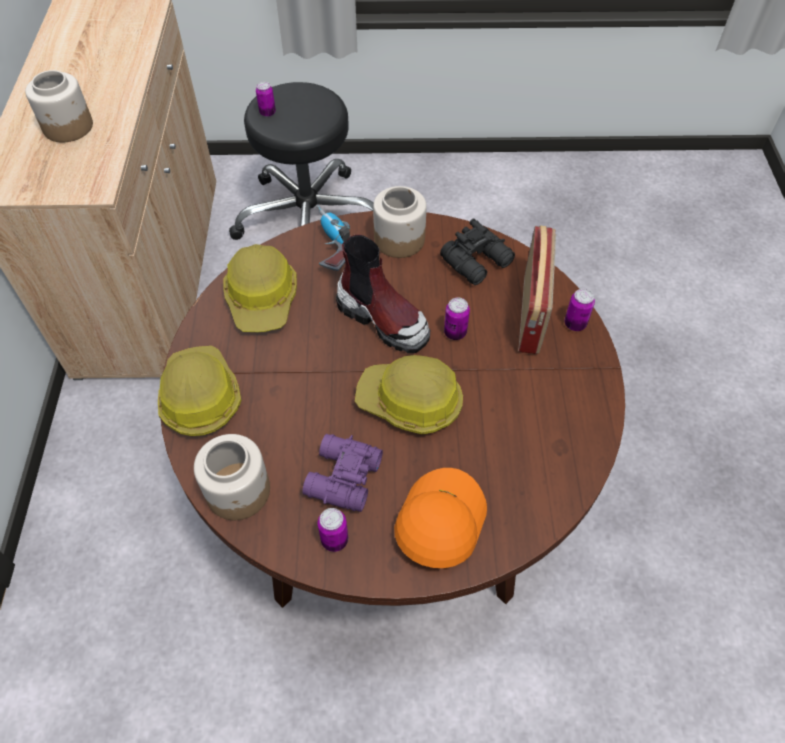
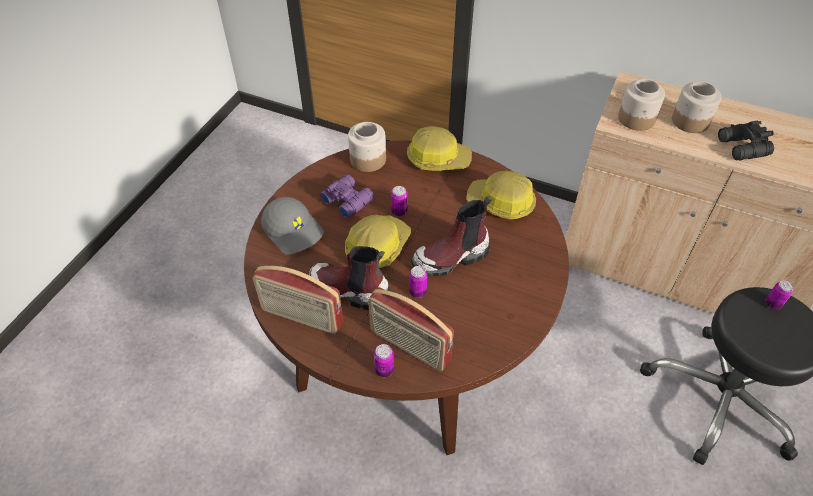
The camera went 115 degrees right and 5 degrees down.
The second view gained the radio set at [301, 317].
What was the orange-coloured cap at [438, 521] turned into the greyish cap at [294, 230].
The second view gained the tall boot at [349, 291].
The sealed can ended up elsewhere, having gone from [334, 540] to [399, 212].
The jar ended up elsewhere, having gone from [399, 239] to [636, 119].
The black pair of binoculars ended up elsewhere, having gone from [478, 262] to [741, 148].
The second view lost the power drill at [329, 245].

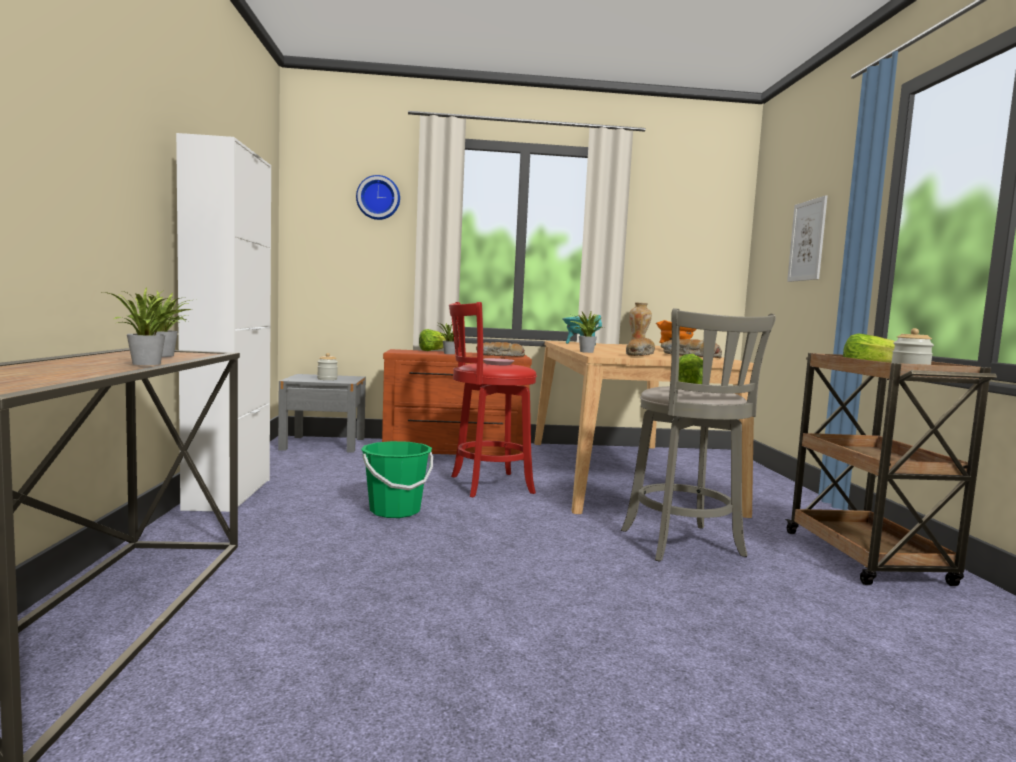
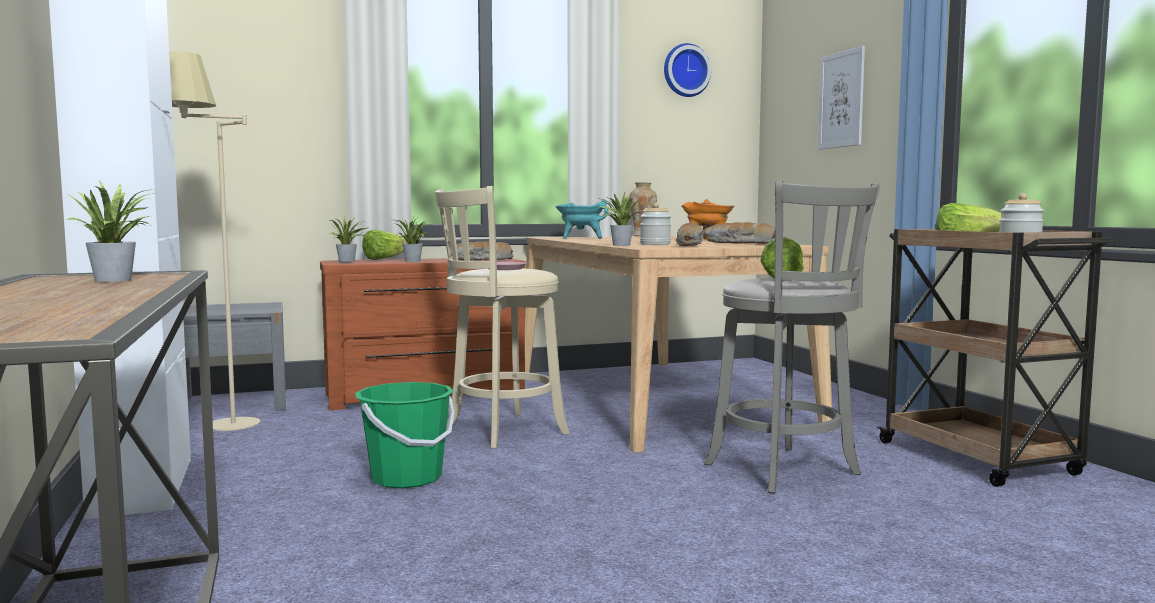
The camera went 15 degrees left and 0 degrees up.
The second view gained the beige-coloured standard lamp at [217, 430].
The plant in a pot ended up elsewhere, having gone from [148, 364] to [348, 262].
What was the red stool at [486, 485] turned into the beige-coloured stool at [500, 431].
The jar ended up elsewhere, having gone from [327, 379] to [655, 244].
The hanging clock ended up elsewhere, having gone from [378, 198] to [685, 71].

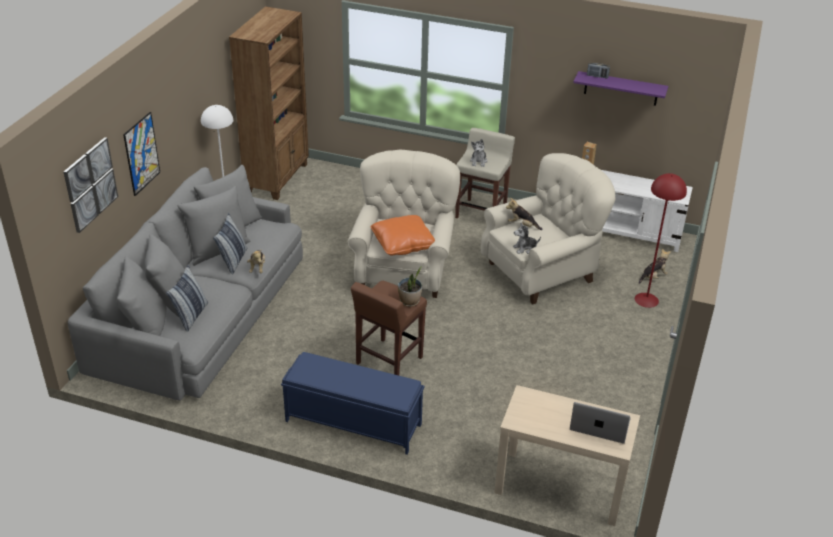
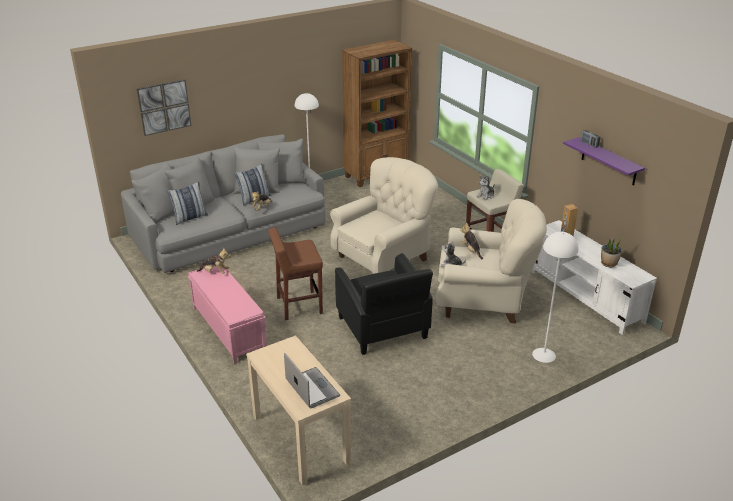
The camera went 40 degrees right and 5 degrees down.
What was the bluish long seat at [352, 422] turned into the pink-coloured long seat at [228, 329].
The cuddly toy ended up elsewhere, having gone from [653, 277] to [215, 272].
The second view gained the black armchair at [382, 328].
What was the red standard lamp at [646, 300] turned into the white standard lamp at [544, 355].
The plant in a pot ended up elsewhere, having gone from [409, 301] to [609, 264].
The second view lost the picture at [141, 153].
The second view lost the orange-coloured pillow at [403, 244].

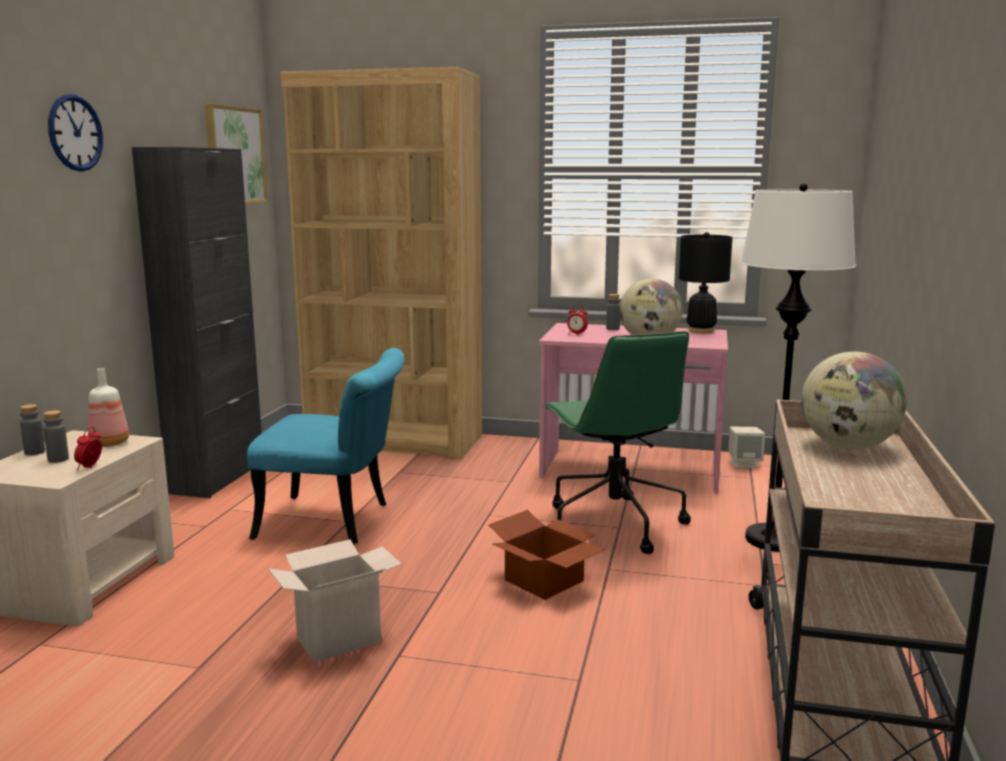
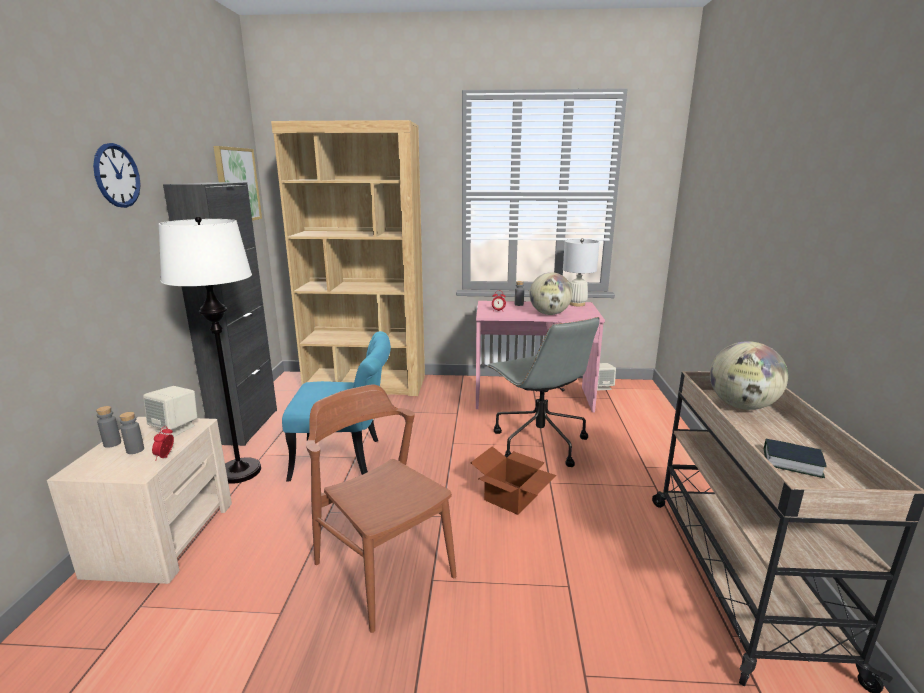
The camera went 10 degrees left and 5 degrees up.
Where the drink bottle stood at [111, 443], the beige-coloured audio speaker came to stand at [176, 428].
The white standard lamp ended up elsewhere, having gone from [773, 540] to [239, 472].
Where the carton stood at [340, 639], the brown-coloured chair came to stand at [383, 569].
What was the green desk chair at [613, 523] turned into the greyish desk chair at [538, 442].
What was the black tabletop lamp at [701, 331] turned into the white tabletop lamp at [577, 304].
The second view gained the book at [792, 463].

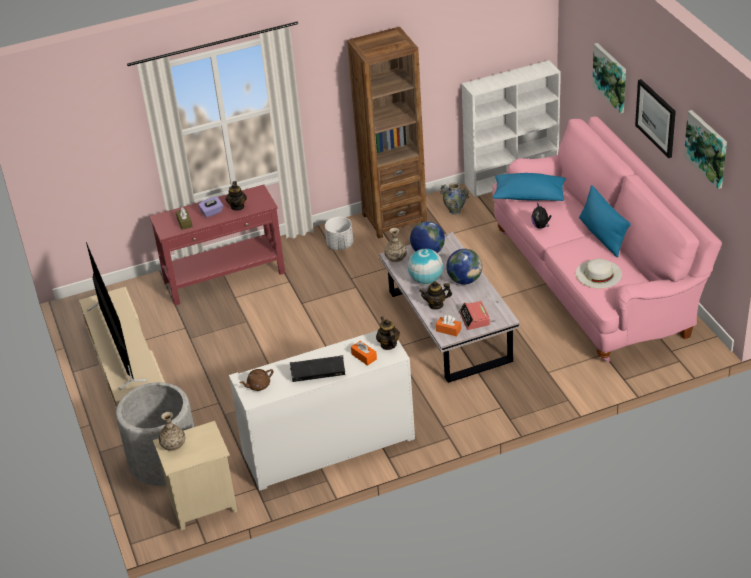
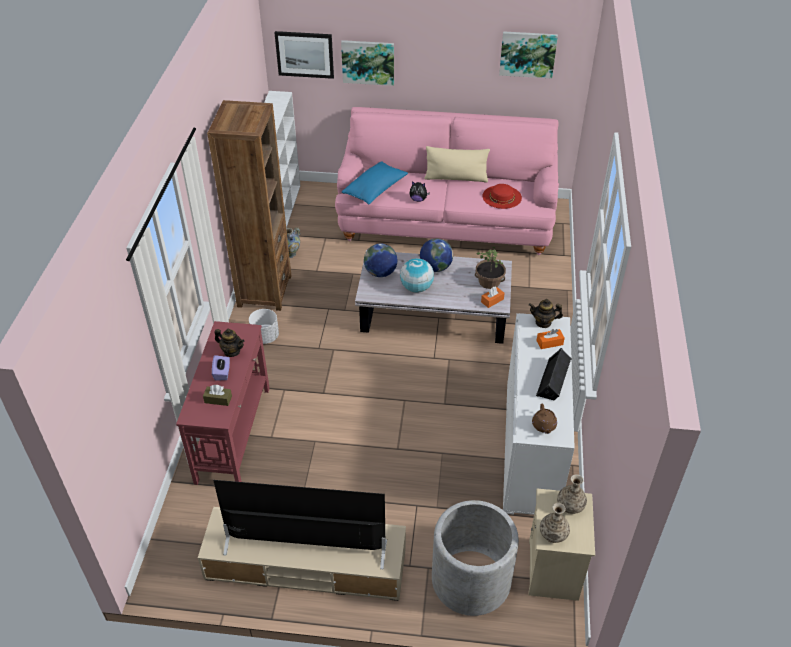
The camera went 65 degrees left and 5 degrees up.
The picture ended up elsewhere, having gone from [656, 118] to [304, 54].
What was the bluish pillow at [602, 236] turned into the beige-coloured pillow at [456, 178].
Where the table clock stood at [474, 319], the plant in a pot came to stand at [489, 281].
What was the white clothing hat at [598, 274] turned into the red clothing hat at [502, 197].
The vase ended up elsewhere, having gone from [396, 257] to [570, 505].
The second view lost the pot for tea at [436, 304].

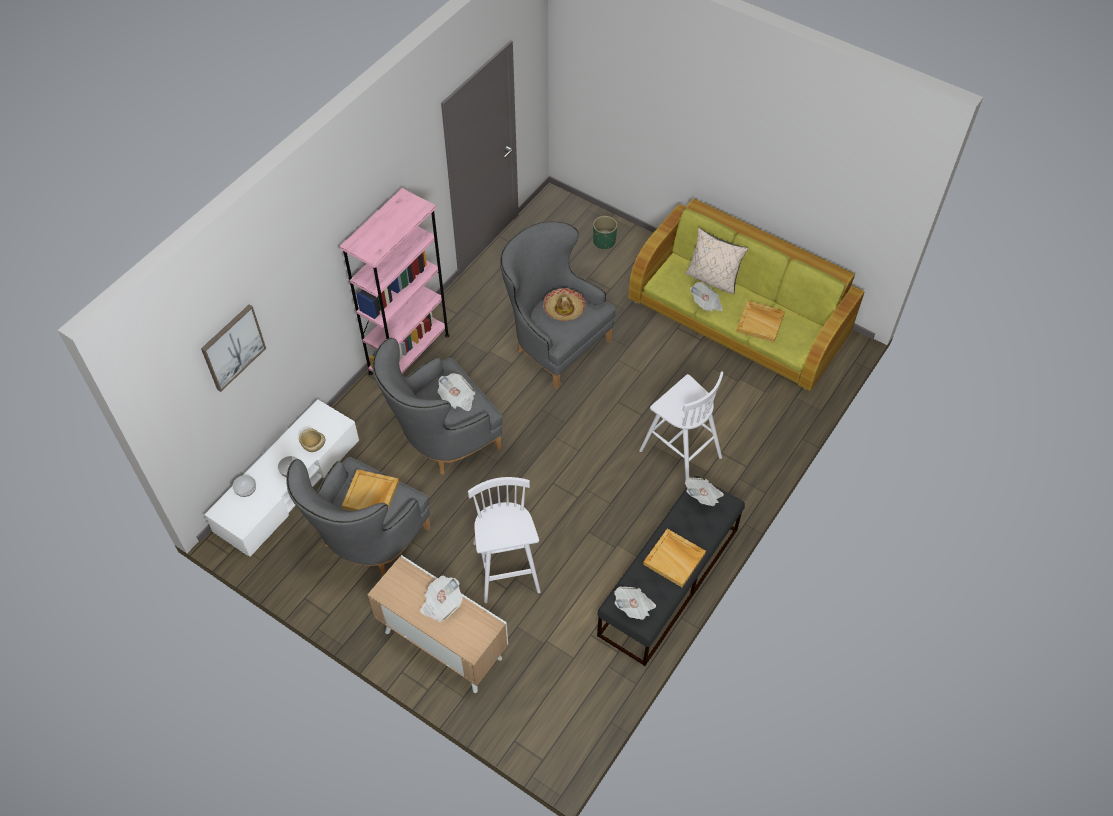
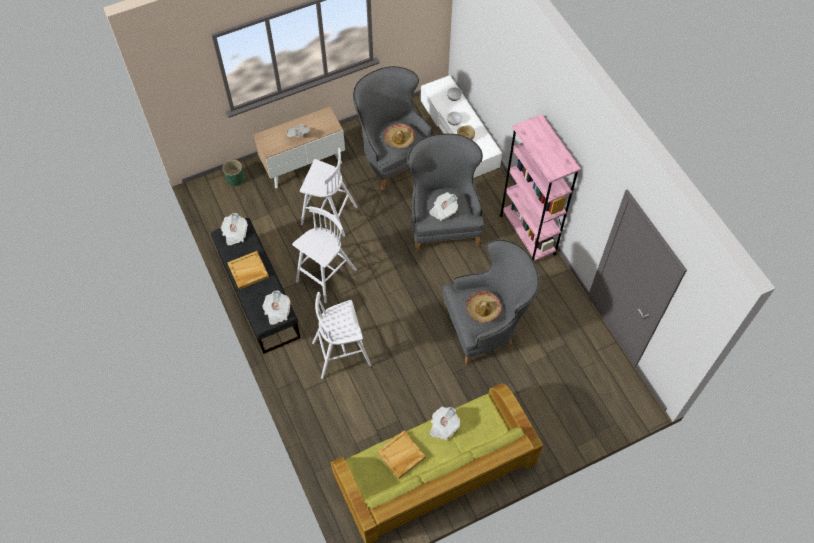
The camera went 120 degrees right and 5 degrees up.
The green plant pot ended up elsewhere, having gone from [604, 242] to [235, 179].
The second view gained the white stool at [325, 277].
Where the beige-coloured carrying tray stood at [371, 495], the clothing hat came to stand at [399, 139].
The second view lost the picture at [232, 347].
The second view lost the beige-coloured pillow at [712, 279].

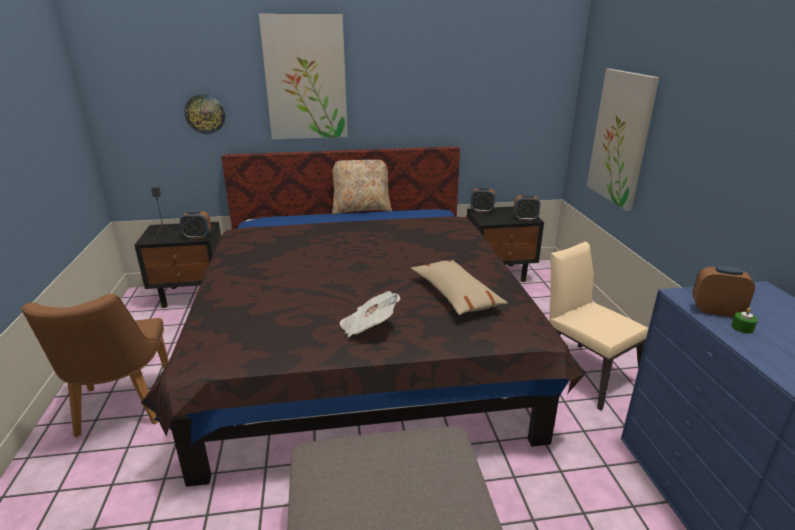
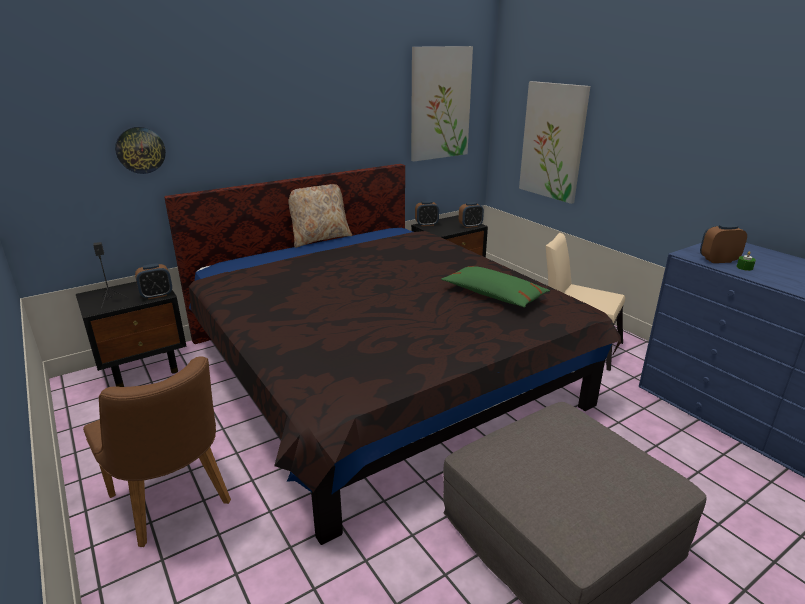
The camera went 25 degrees left and 0 degrees up.
The picture ended up elsewhere, having gone from [305, 78] to [440, 104].
What was the beige-coloured pillow at [455, 295] turned into the green pillow at [493, 295].
The second view lost the daily paper at [368, 327].

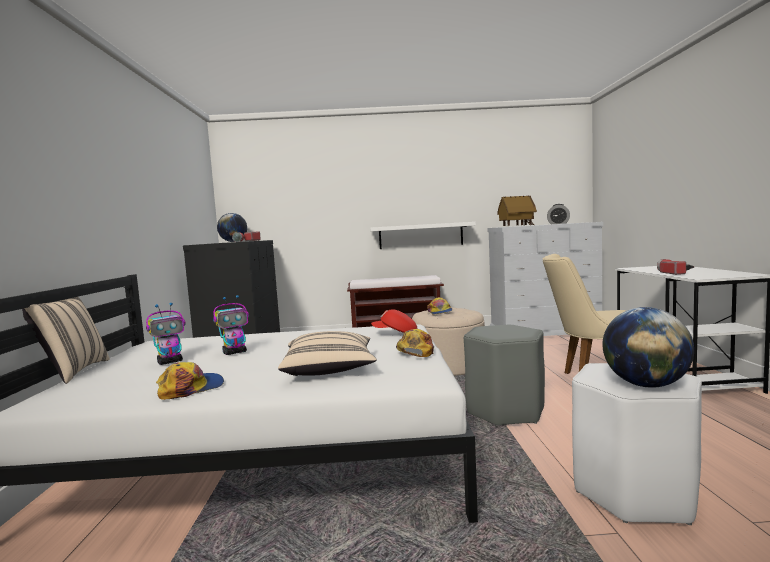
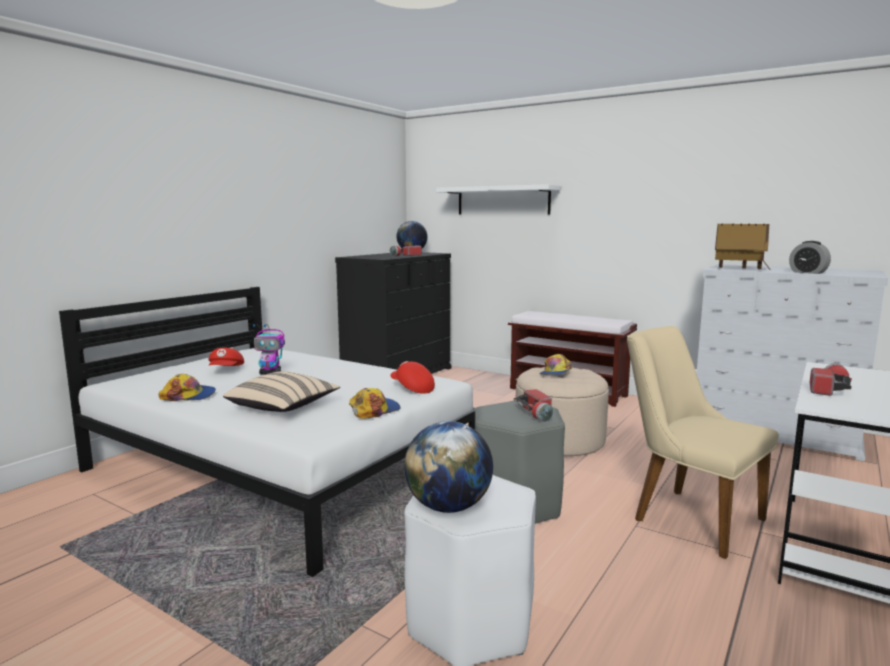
The camera went 35 degrees right and 5 degrees up.
Where the robot figure stood at [170, 362], the red cap came to stand at [226, 370].
The white bracket shelf ended up elsewhere, having gone from [421, 236] to [503, 200].
The second view gained the flashlight at [536, 413].
The second view lost the beige-coloured pillow at [73, 372].

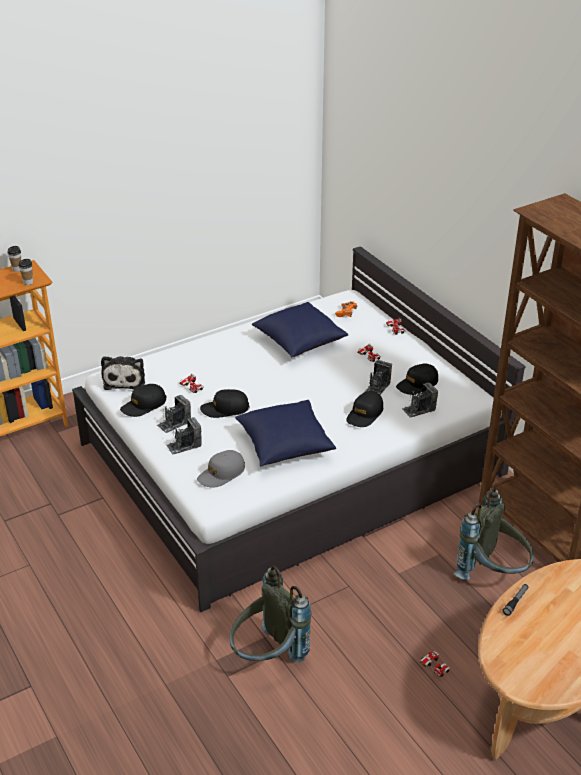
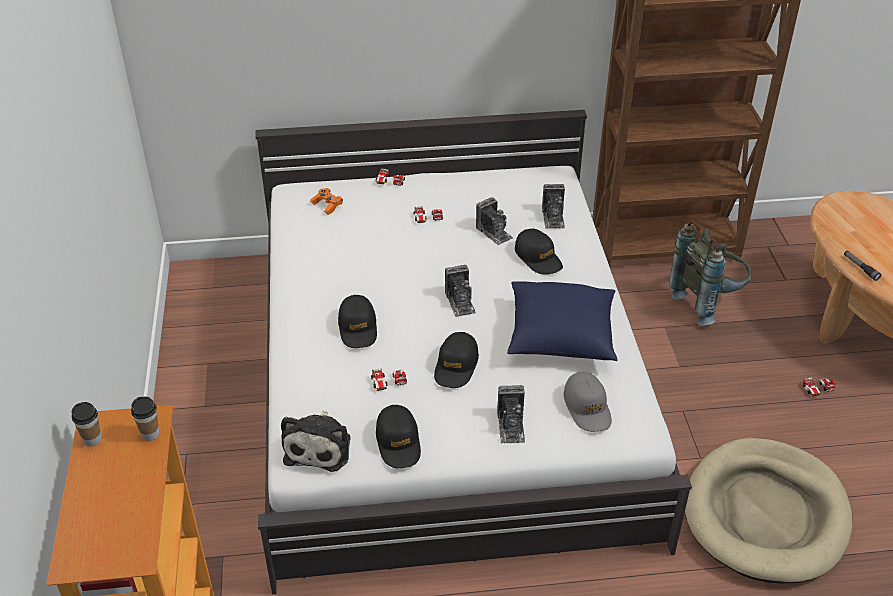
The camera went 65 degrees left and 5 degrees up.
The cuddly toy at [125, 379] ended up facing another way, 75 degrees clockwise from before.
The black cap ended up elsewhere, having gone from [417, 384] to [358, 328].
The still camera ended up elsewhere, having gone from [174, 423] to [460, 302].
Where the greyish knapsack stood at [268, 656], the beige-coloured dog cushion came to stand at [765, 514].
The second view lost the bluish pillow at [299, 342].

